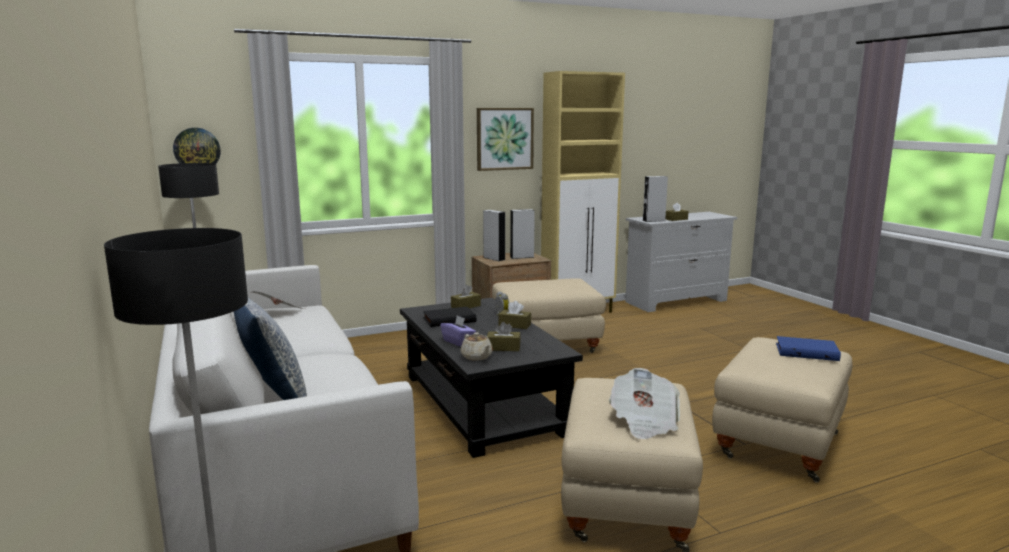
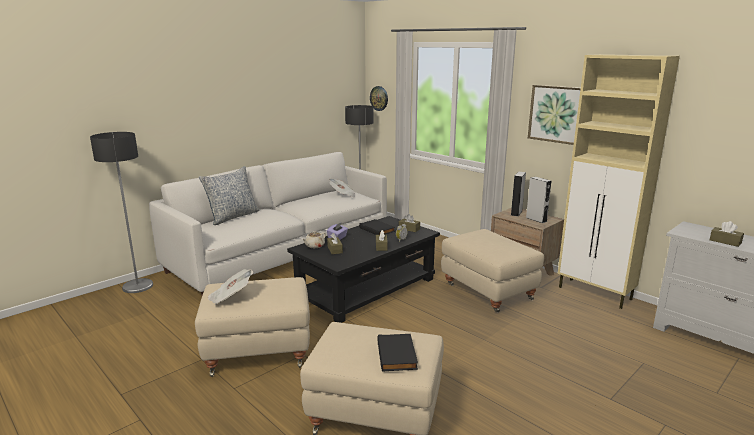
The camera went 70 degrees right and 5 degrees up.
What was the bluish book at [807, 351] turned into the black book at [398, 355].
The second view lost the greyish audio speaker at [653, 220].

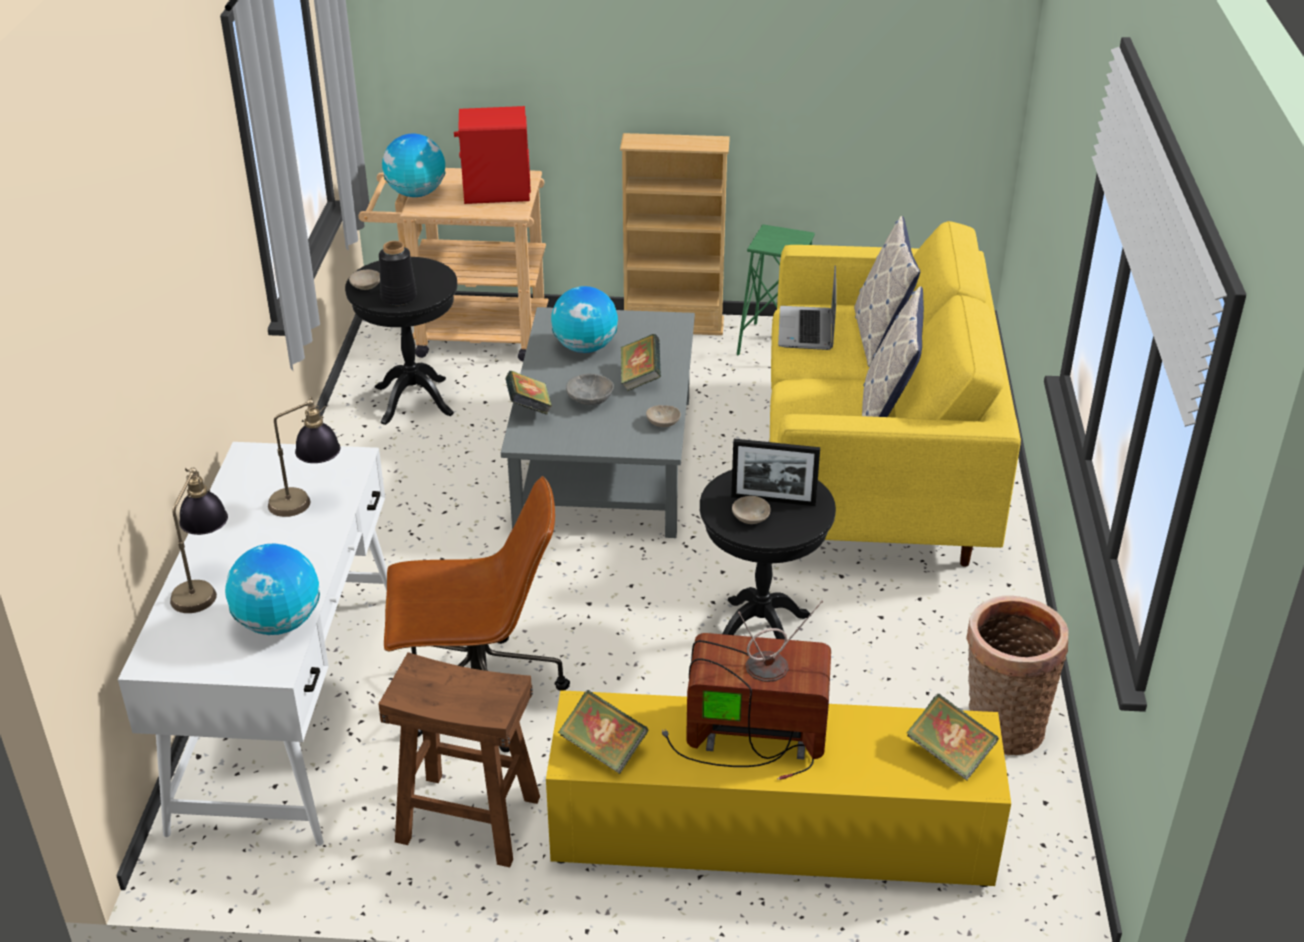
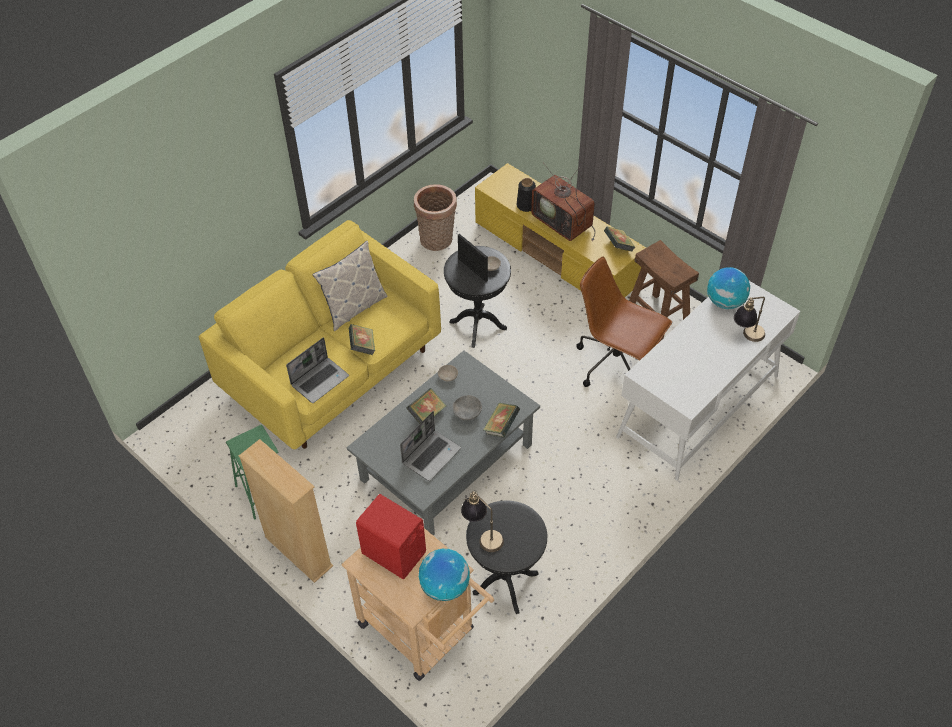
The camera went 140 degrees left and 15 degrees up.
The book ended up elsewhere, having gone from [949, 754] to [362, 346].
Where the desk globe stood at [585, 348], the portable computer came to stand at [431, 455].
The tabletop lamp ended up elsewhere, having gone from [308, 503] to [482, 535].
The black vase ended up elsewhere, having gone from [399, 297] to [526, 205].
The second view lost the beige-coloured bowl at [366, 285].
The second view lost the pillow at [880, 337].

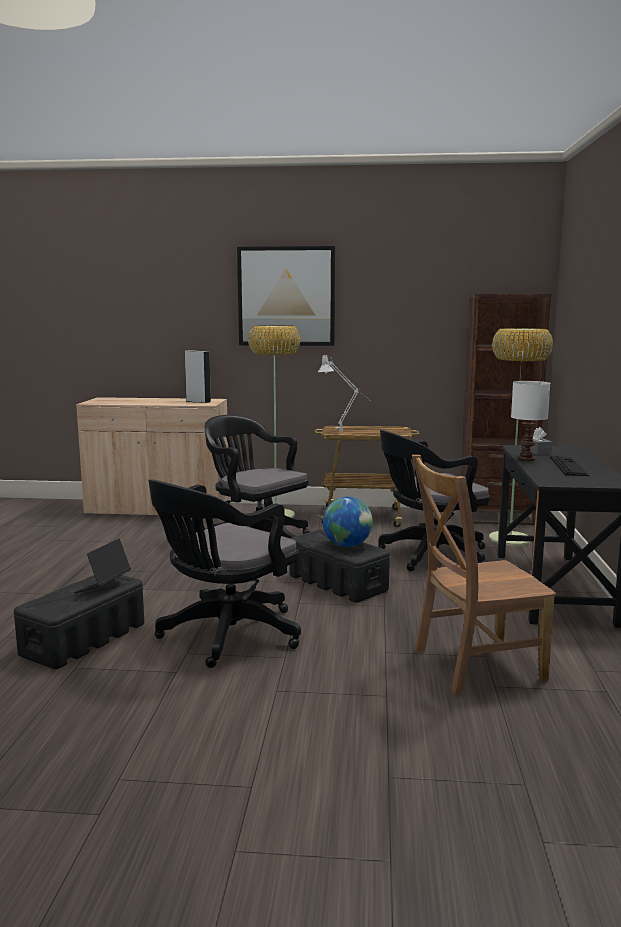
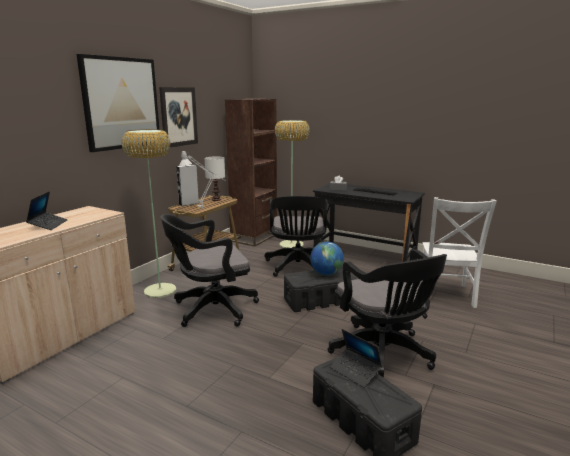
The camera went 65 degrees left and 5 degrees up.
The second view gained the portable computer at [48, 225].
The second view gained the picture at [178, 117].
The greyish audio speaker ended up elsewhere, having gone from [198, 401] to [188, 204].
The white tabletop lamp ended up elsewhere, having gone from [526, 459] to [216, 199].
What was the brown-coloured chair at [473, 665] turned into the white chair at [446, 295].

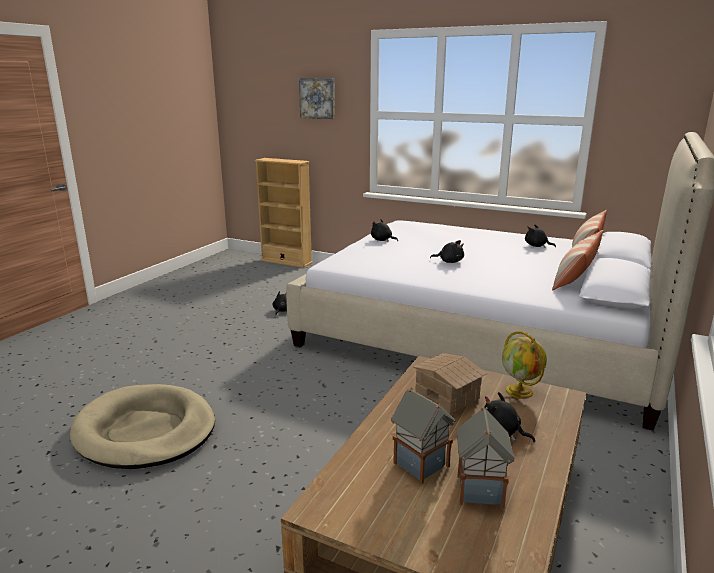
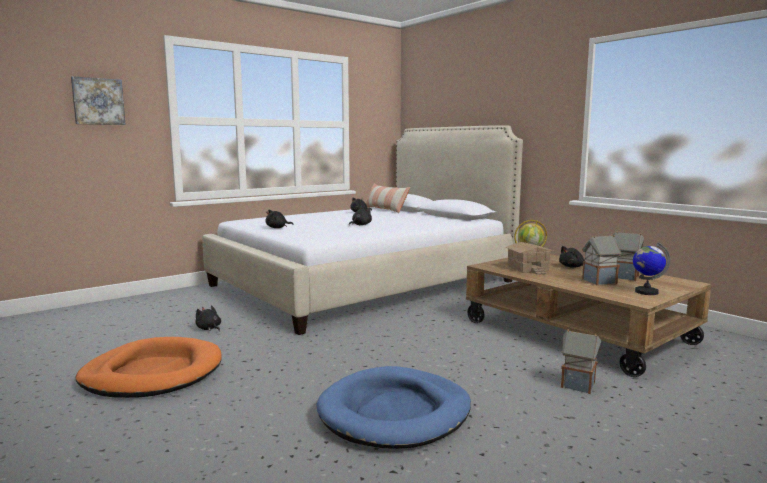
The camera went 65 degrees left and 10 degrees down.
The second view gained the orange-coloured dog cushion at [153, 373].
What was the beige-coloured dog cushion at [145, 431] turned into the bluish dog cushion at [395, 412].
The second view gained the model house at [579, 385].
The second view gained the desk globe at [646, 292].
The second view lost the beige-coloured bookcase at [286, 261].
The second view lost the pillow at [574, 278].

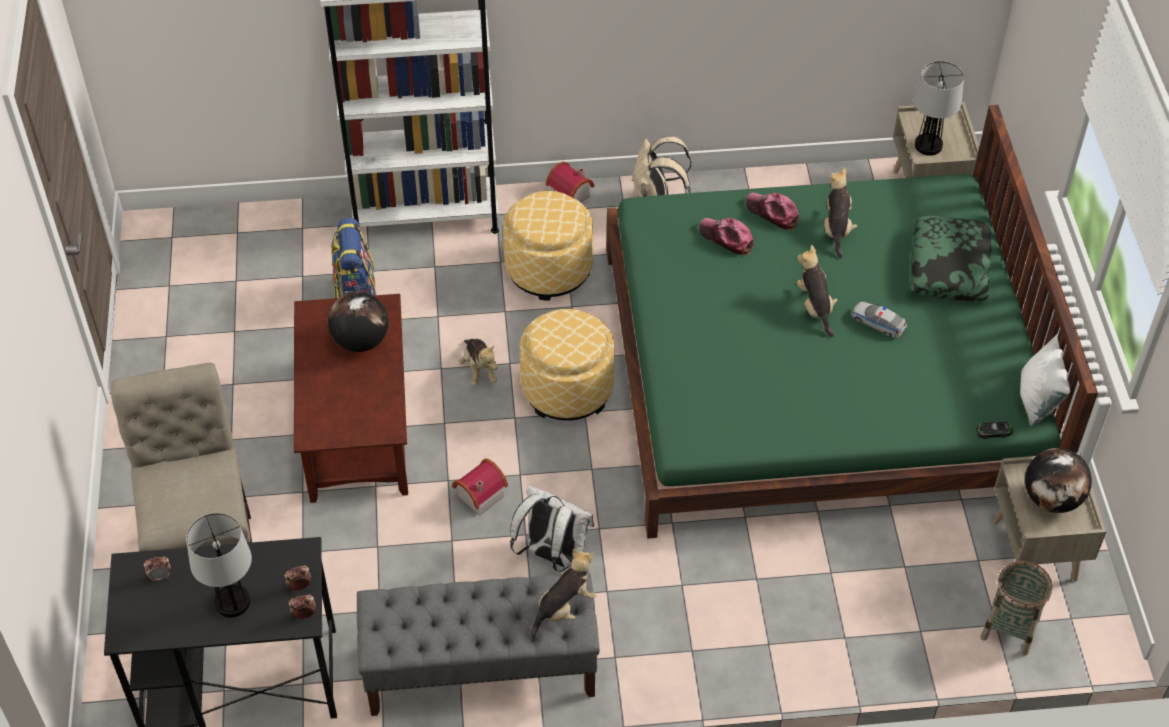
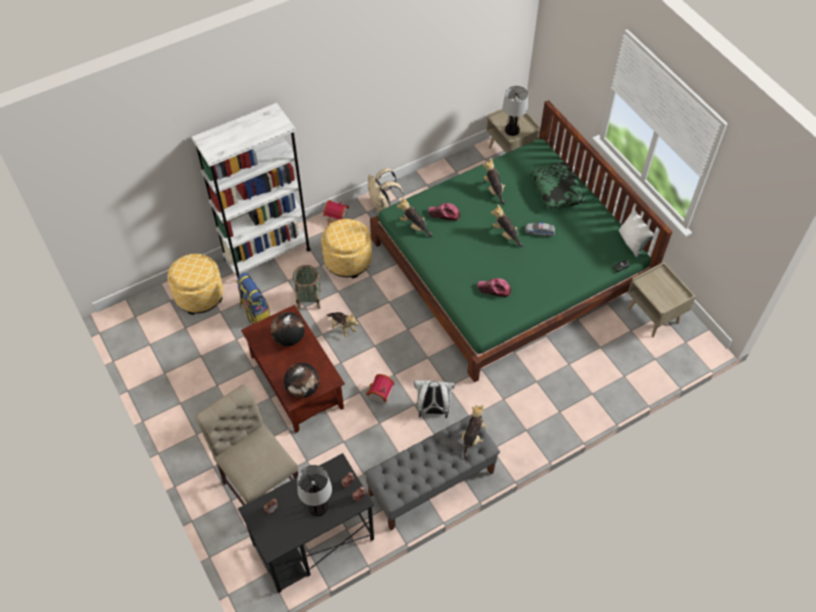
The camera went 25 degrees left and 5 degrees up.
The pouffe ended up elsewhere, having gone from [567, 389] to [199, 295].
The desk globe ended up elsewhere, having gone from [1052, 499] to [303, 389].
The storage basket ended up elsewhere, having gone from [1009, 628] to [308, 299].
The second view gained the cuddly toy at [414, 226].
The cap ended up elsewhere, having gone from [772, 213] to [494, 289].

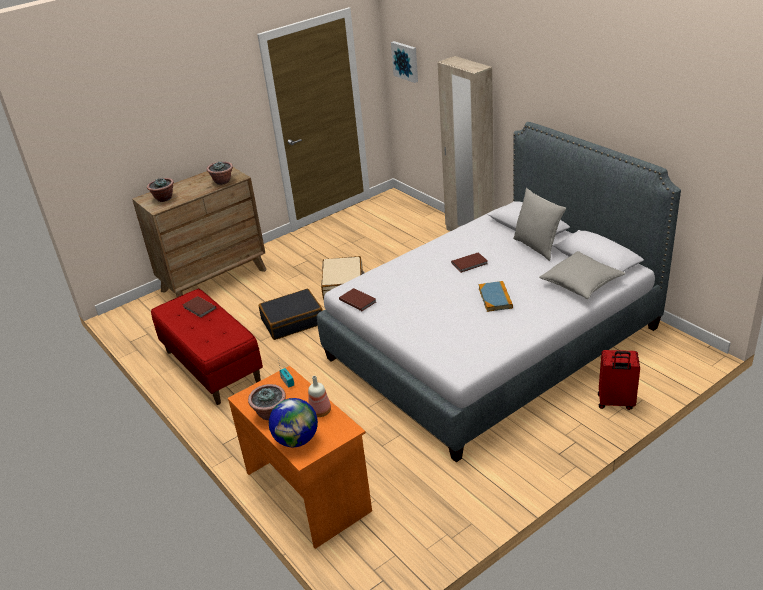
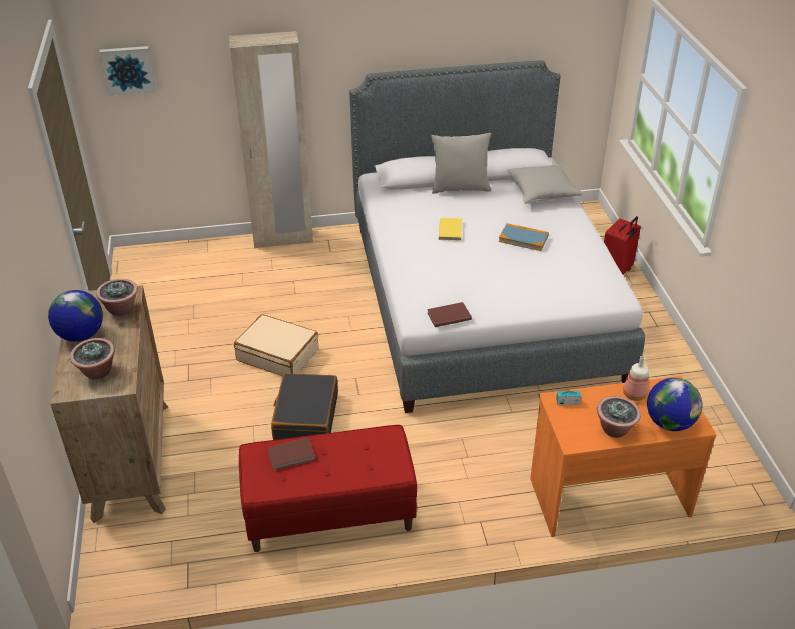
The camera went 65 degrees left and 5 degrees up.
The second view gained the desk globe at [81, 335].
What was the brown-coloured book at [470, 264] turned into the yellow book at [451, 230].

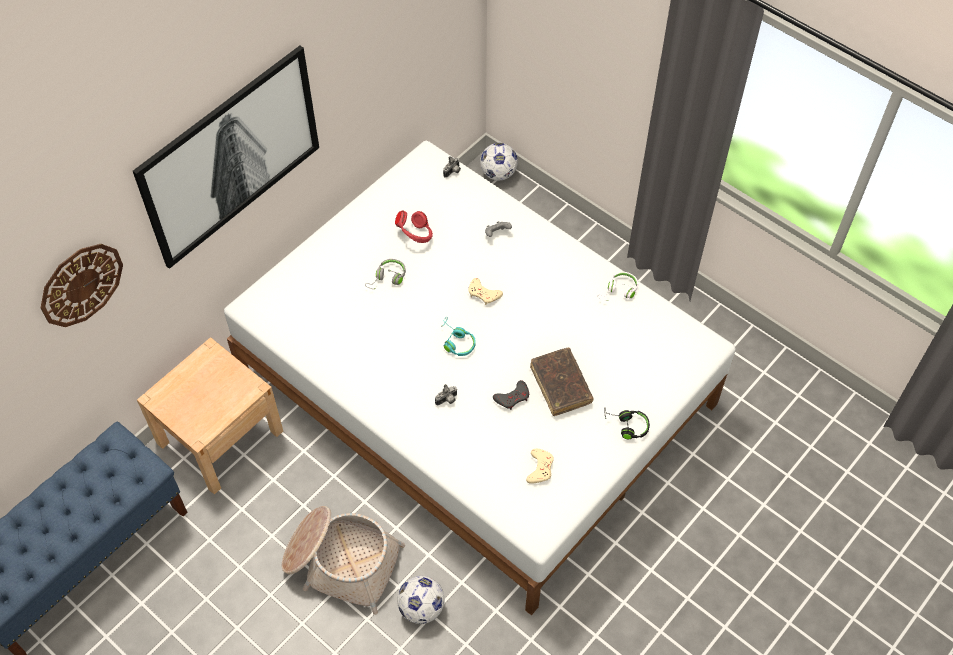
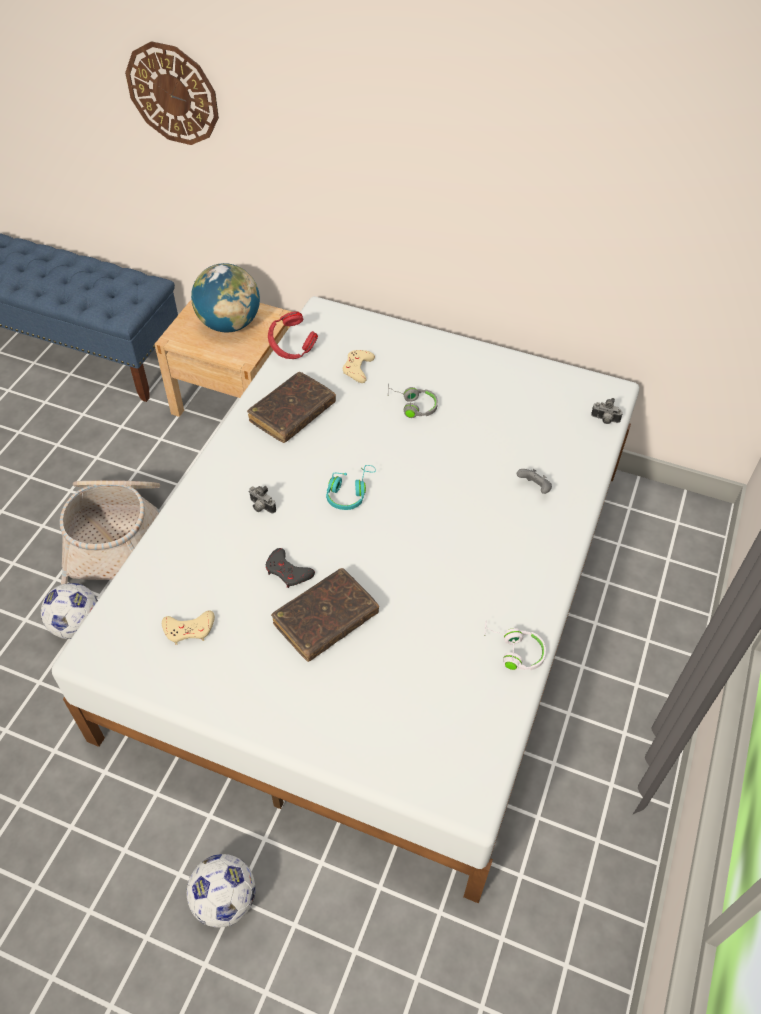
The camera went 70 degrees right and 5 degrees down.
The ball for football ended up elsewhere, having gone from [498, 173] to [225, 900].
The second view gained the desk globe at [229, 324].
The second view gained the brown-coloured book at [292, 413].
The red pair of headphones ended up elsewhere, having gone from [415, 236] to [292, 350].
The beige-coloured gamepad ended up elsewhere, having gone from [484, 294] to [358, 369].
The second view lost the picture at [231, 156].
The second view lost the black pair of headphones at [626, 425].

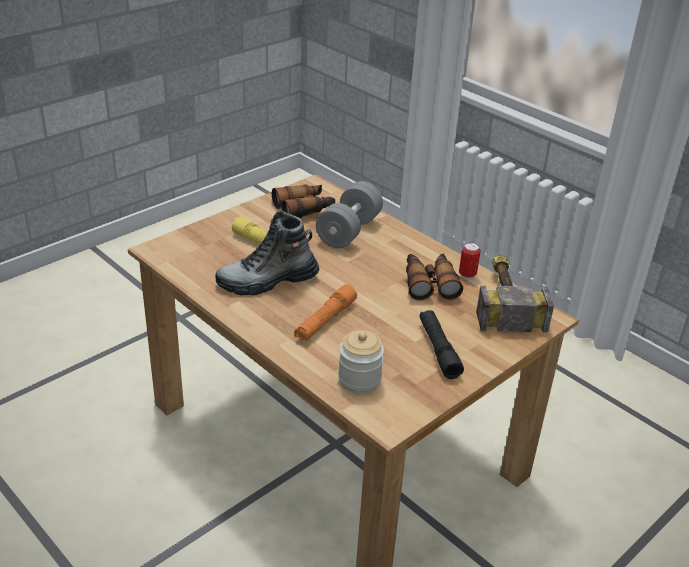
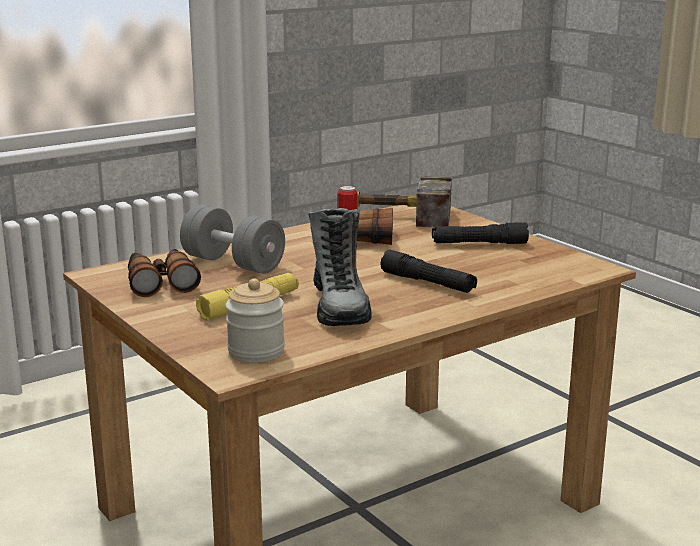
The camera went 80 degrees left and 15 degrees down.
The jar ended up elsewhere, having gone from [359, 379] to [256, 352].
What was the orange-coloured flashlight at [325, 321] turned into the black flashlight at [428, 283].

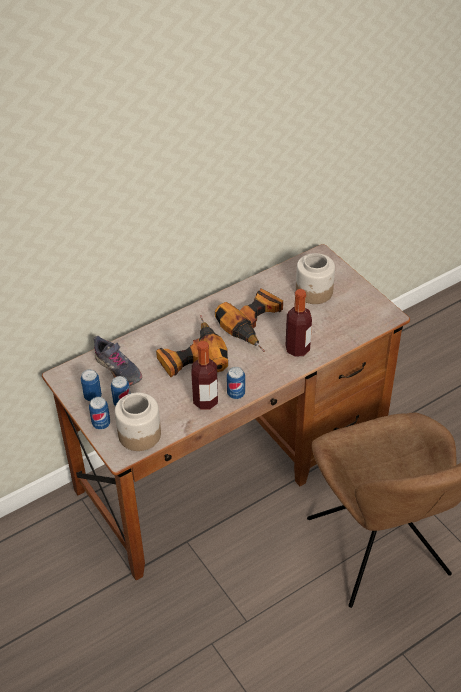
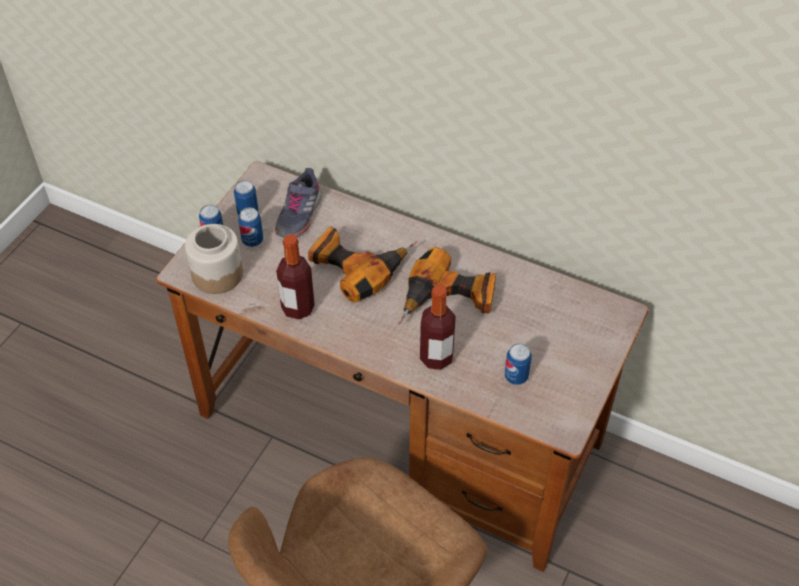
The camera went 60 degrees right and 5 degrees up.
The sealed can ended up elsewhere, having gone from [236, 394] to [516, 377].
The second view lost the jar at [314, 292].

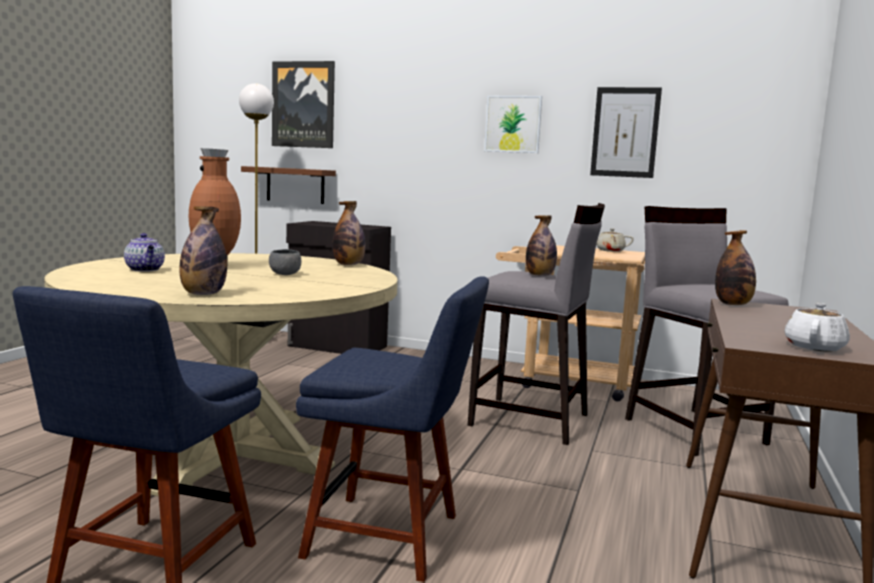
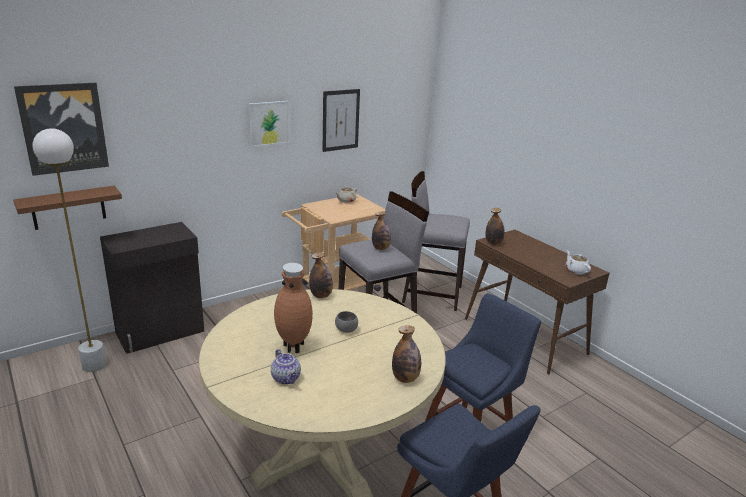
The camera went 55 degrees left and 15 degrees up.
The pot for tea at [145, 270] ended up facing another way, 60 degrees clockwise from before.

